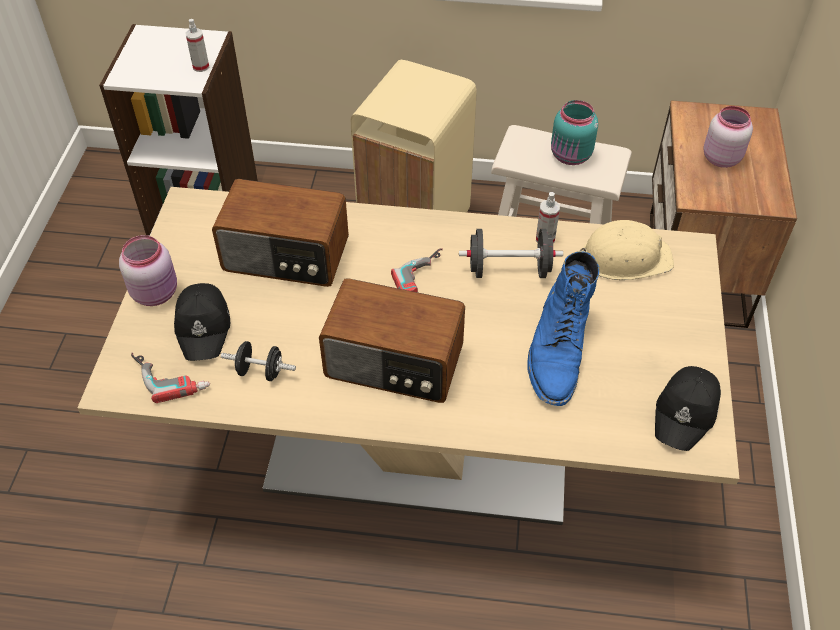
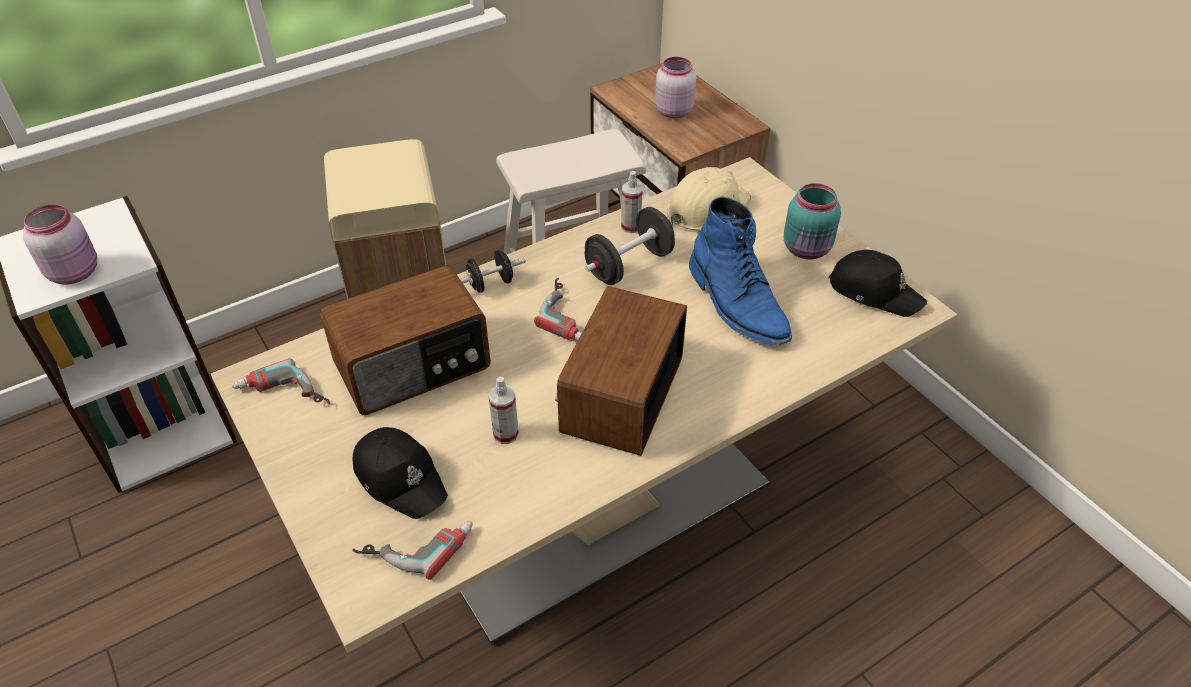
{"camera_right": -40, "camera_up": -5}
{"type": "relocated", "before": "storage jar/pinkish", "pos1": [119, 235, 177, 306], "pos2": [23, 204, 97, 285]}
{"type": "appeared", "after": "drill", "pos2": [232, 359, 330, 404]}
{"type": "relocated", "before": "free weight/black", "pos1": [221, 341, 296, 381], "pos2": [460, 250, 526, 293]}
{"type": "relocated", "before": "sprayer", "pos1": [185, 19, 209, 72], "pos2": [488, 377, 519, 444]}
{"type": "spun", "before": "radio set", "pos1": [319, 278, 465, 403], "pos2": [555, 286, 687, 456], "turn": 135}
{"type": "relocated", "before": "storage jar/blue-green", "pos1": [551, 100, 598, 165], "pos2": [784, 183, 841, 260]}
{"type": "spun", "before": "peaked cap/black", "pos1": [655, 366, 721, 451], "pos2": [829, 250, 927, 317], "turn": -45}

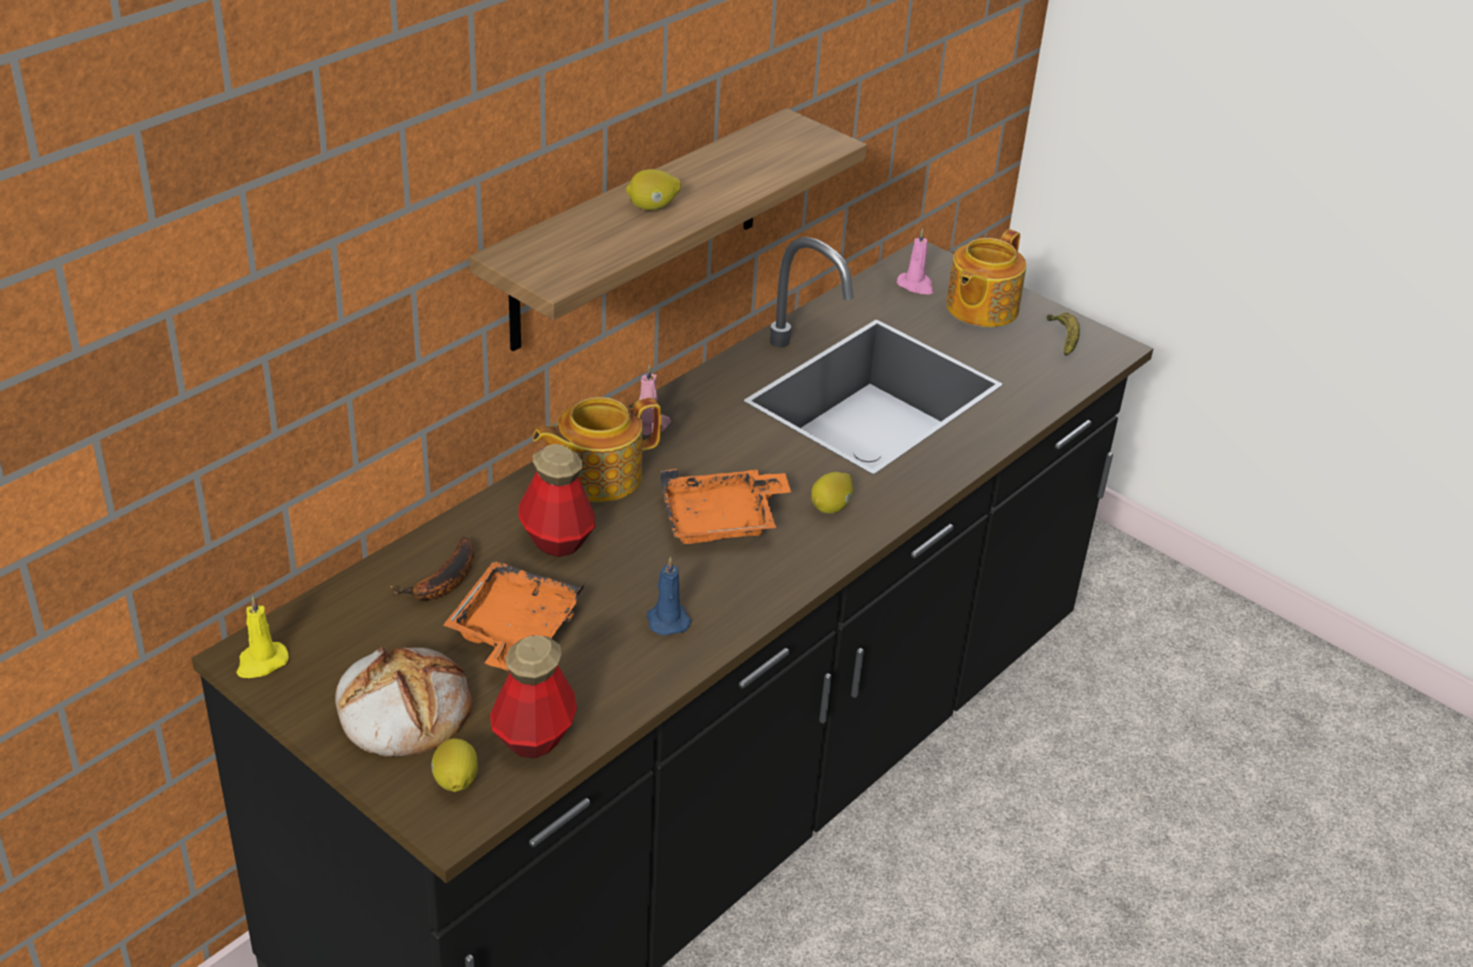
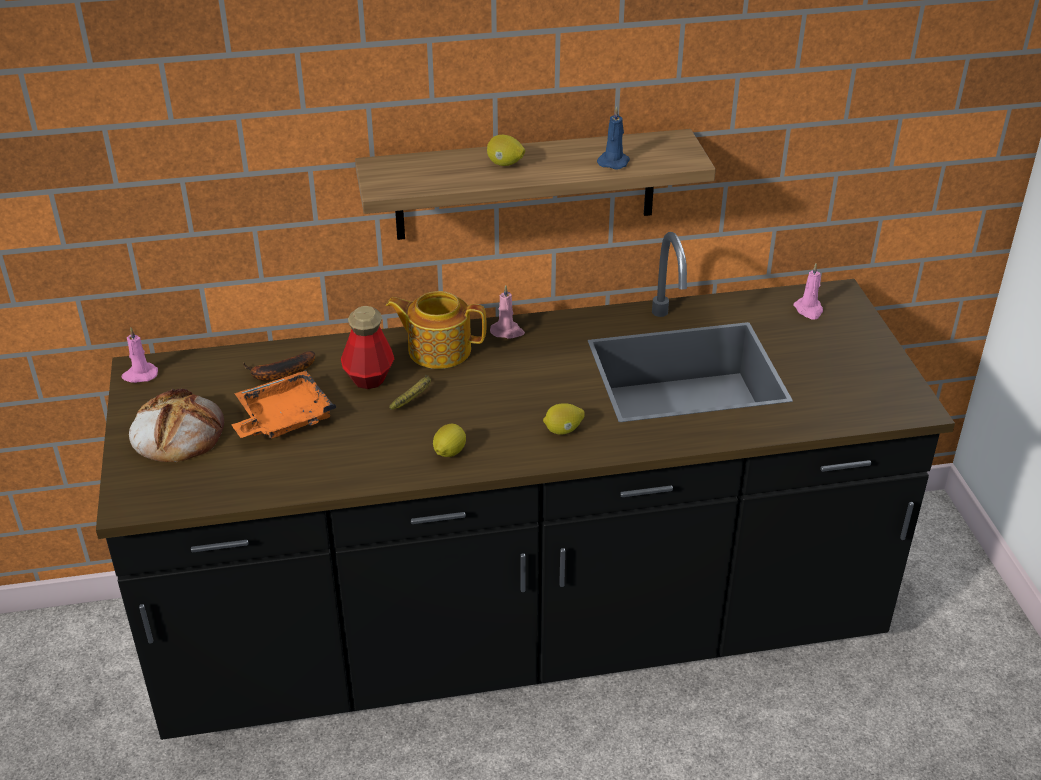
{"camera_right": 40, "camera_up": 0}
{"type": "colour", "before": "wax light/yellow-coloured", "after": "wax light/pinkish", "pos1": [236, 596, 289, 678], "pos2": [121, 328, 158, 383]}
{"type": "relocated", "before": "banana", "pos1": [1047, 313, 1080, 356], "pos2": [389, 375, 431, 410]}
{"type": "relocated", "before": "lemon", "pos1": [431, 738, 478, 792], "pos2": [433, 424, 466, 457]}
{"type": "relocated", "before": "wax light/bluish", "pos1": [647, 556, 691, 636], "pos2": [597, 106, 630, 169]}
{"type": "missing", "before": "beverage bottle", "pos1": [490, 635, 577, 758]}
{"type": "missing", "before": "carrying tray/orange-coloured", "pos1": [660, 469, 791, 544]}
{"type": "missing", "before": "teapot", "pos1": [946, 229, 1026, 327]}

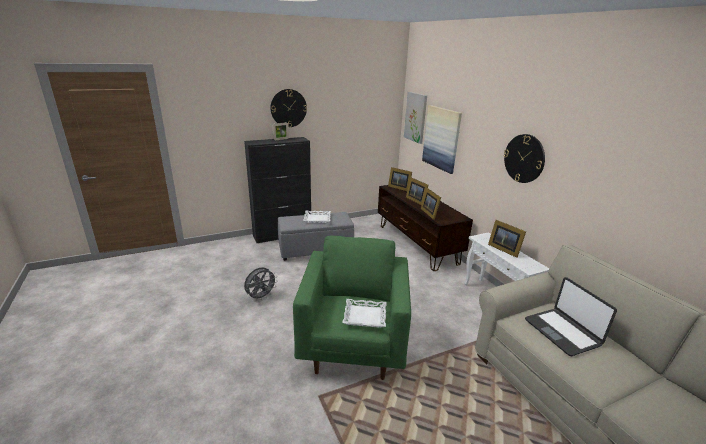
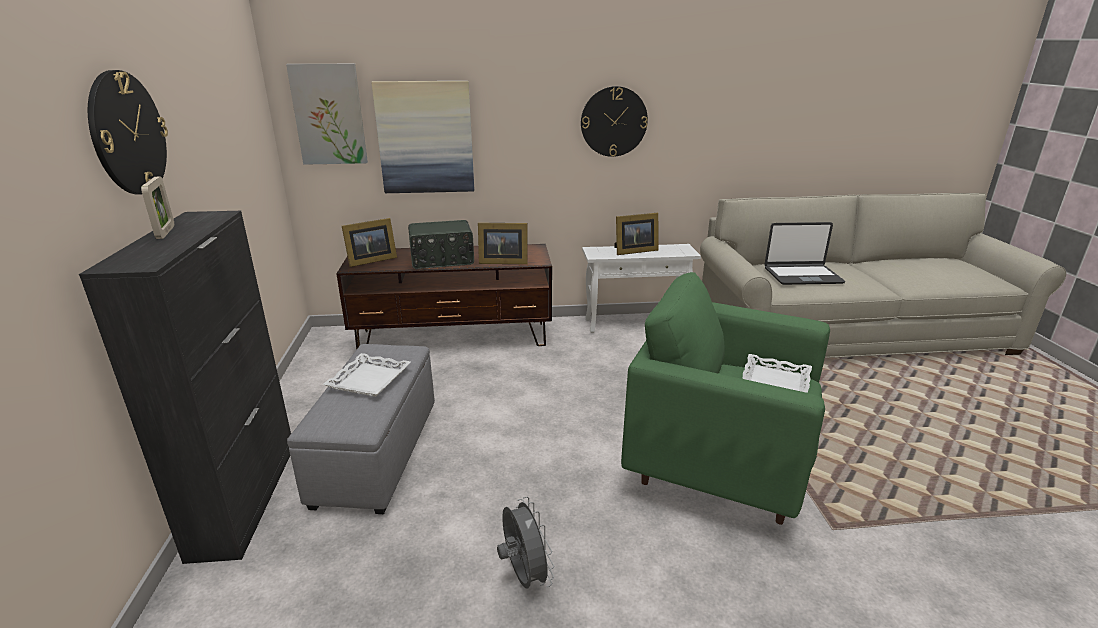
{"camera_right": -70, "camera_up": 0}
{"type": "exchanged", "before": "picture frame", "after": "radio set", "pos1": [406, 177, 429, 205], "pos2": [408, 220, 474, 269]}

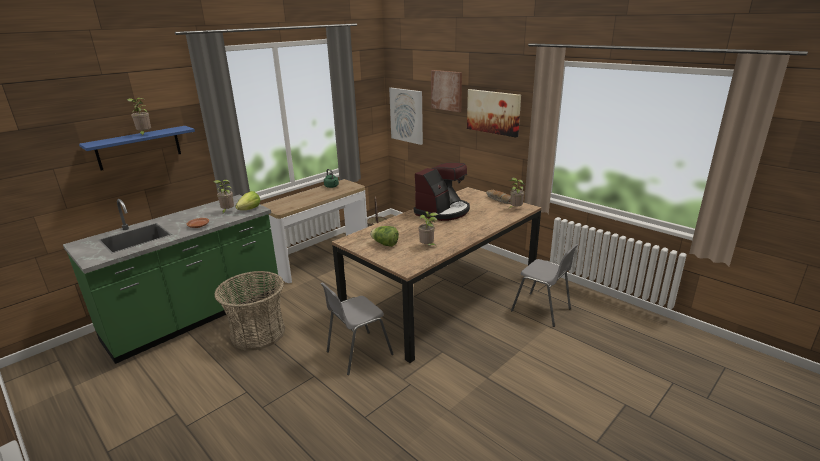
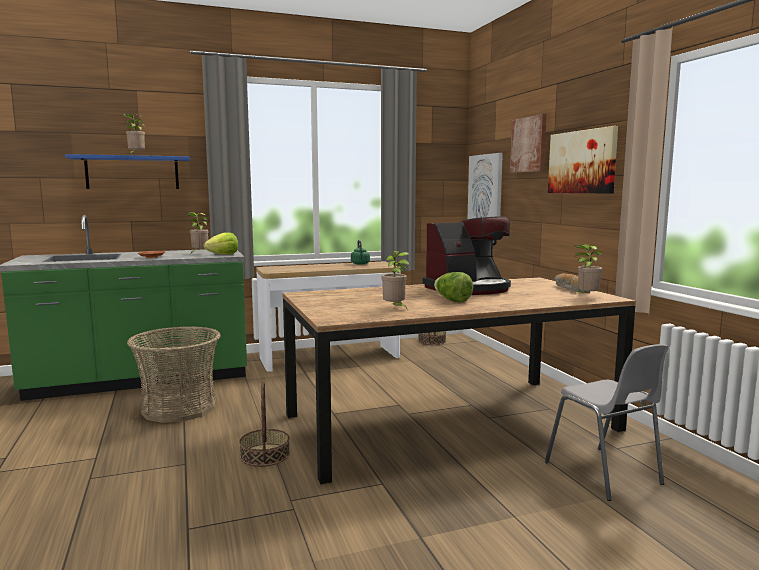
{"camera_right": 25, "camera_up": -15}
{"type": "exchanged", "before": "upright chair/grey", "after": "basket", "pos1": [320, 282, 394, 375], "pos2": [239, 381, 290, 467]}
{"type": "relocated", "before": "lettuce head", "pos1": [370, 226, 399, 247], "pos2": [434, 272, 473, 302]}

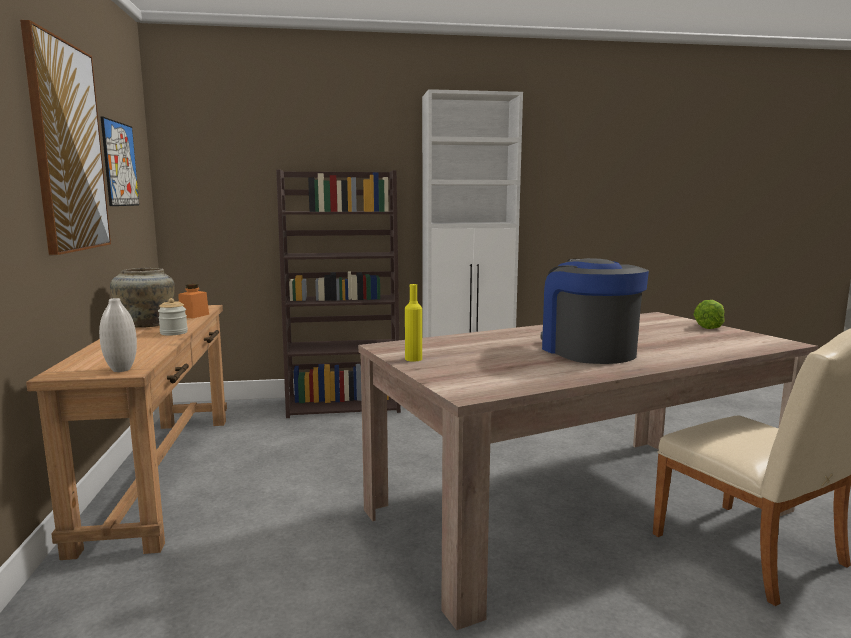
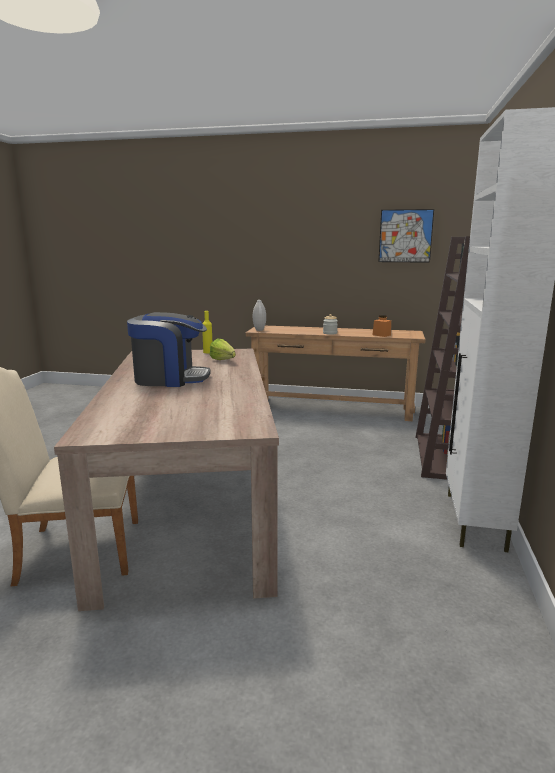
{"camera_right": 110, "camera_up": 5}
{"type": "relocated", "before": "lettuce head", "pos1": [694, 300, 725, 329], "pos2": [210, 339, 236, 360]}
{"type": "missing", "before": "wall picture", "pos1": [20, 20, 111, 255]}
{"type": "missing", "before": "decorative vase/beige-coloured", "pos1": [110, 268, 175, 328]}

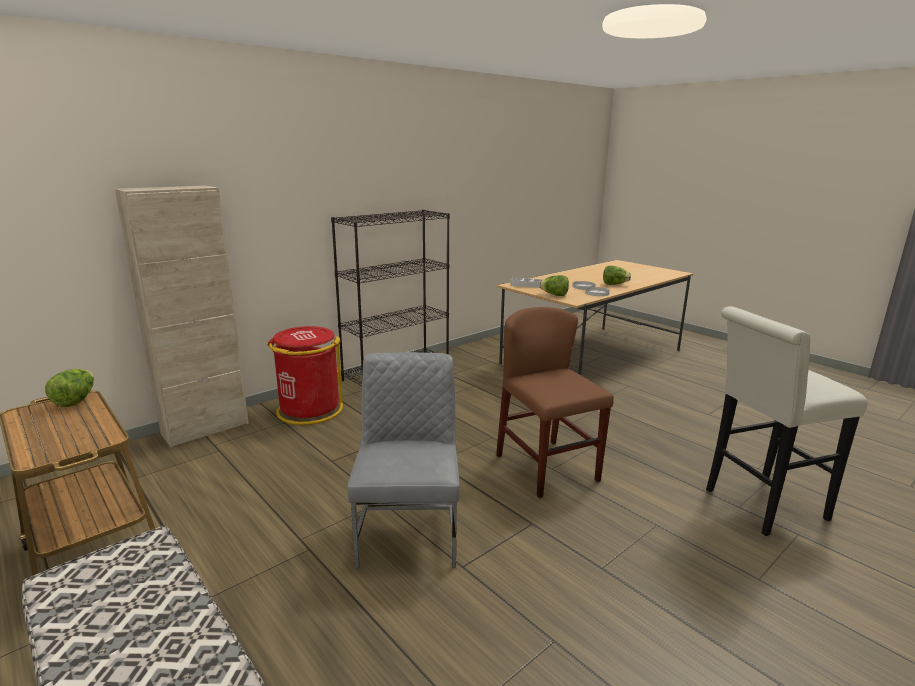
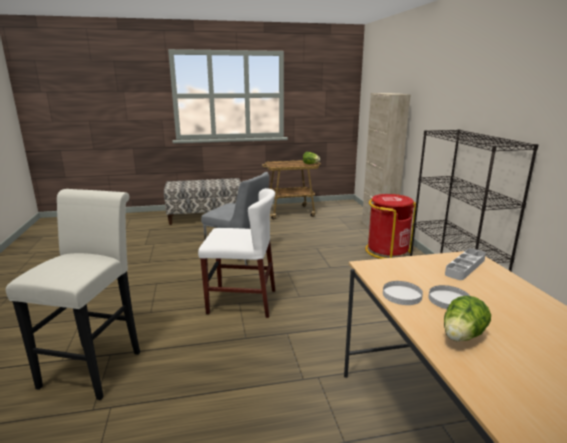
{"camera_right": 120, "camera_up": 0}
{"type": "colour", "before": "upright chair/brownish", "after": "upright chair/white", "pos1": [496, 307, 614, 498], "pos2": [198, 188, 275, 318]}
{"type": "missing", "before": "lettuce head", "pos1": [539, 275, 569, 296]}

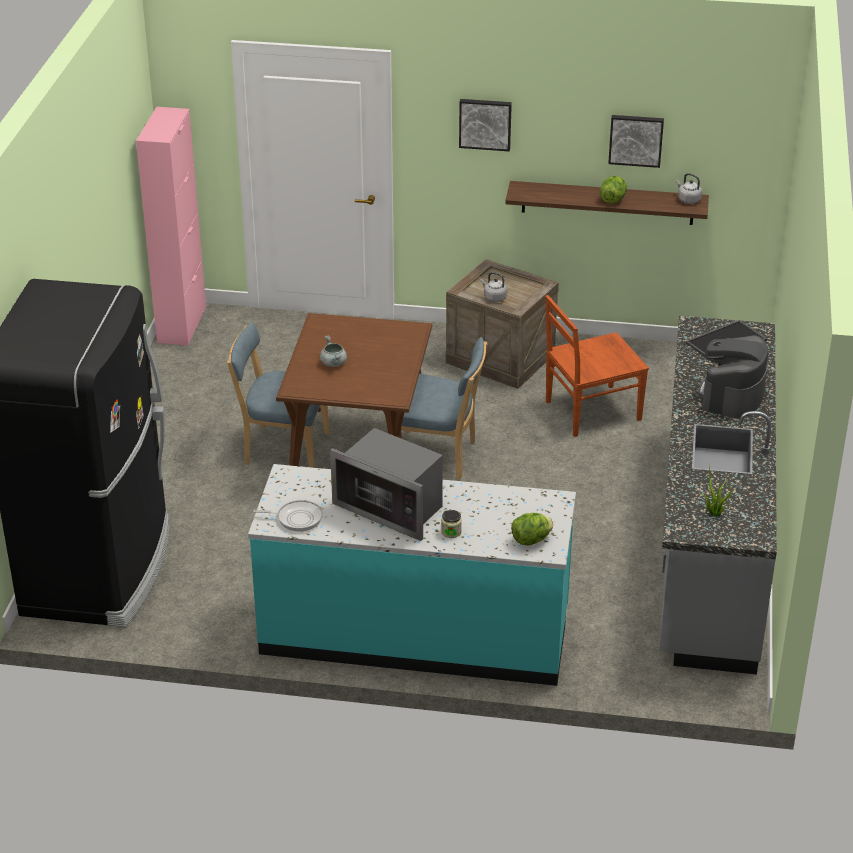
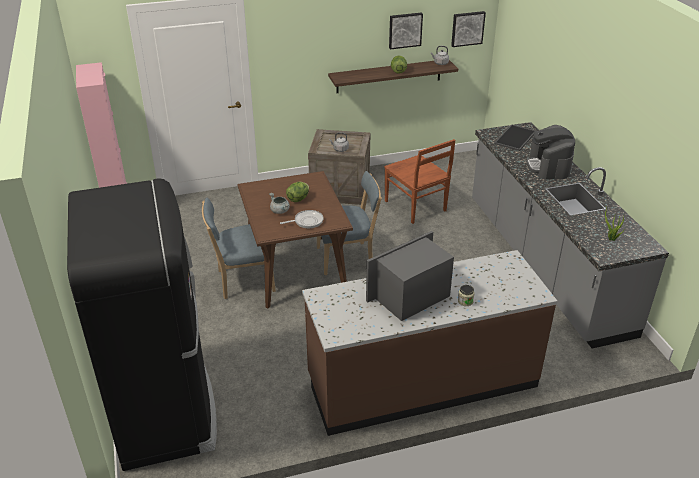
{"camera_right": -25, "camera_up": 0}
{"type": "relocated", "before": "frying pan", "pos1": [253, 500, 323, 531], "pos2": [280, 210, 324, 229]}
{"type": "relocated", "before": "lettuce head", "pos1": [511, 513, 554, 545], "pos2": [286, 182, 309, 202]}
{"type": "colour", "before": "kitchen counter/blue-green", "after": "kitchen counter/brownish", "pos1": [248, 464, 576, 686], "pos2": [302, 250, 558, 436]}
{"type": "spun", "before": "microwave", "pos1": [330, 428, 443, 541], "pos2": [366, 231, 454, 321], "turn": 135}
{"type": "spun", "before": "upright chair/brownish", "pos1": [545, 295, 649, 437], "pos2": [384, 139, 455, 224], "turn": -75}
{"type": "relocated", "before": "wall picture", "pos1": [459, 99, 512, 151], "pos2": [451, 11, 486, 47]}

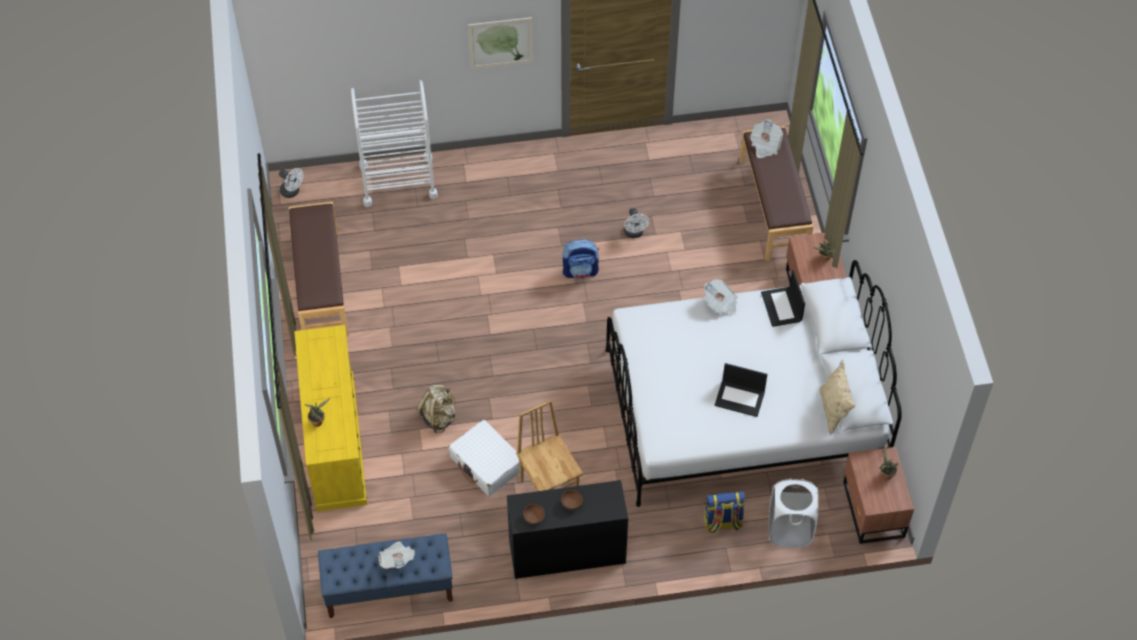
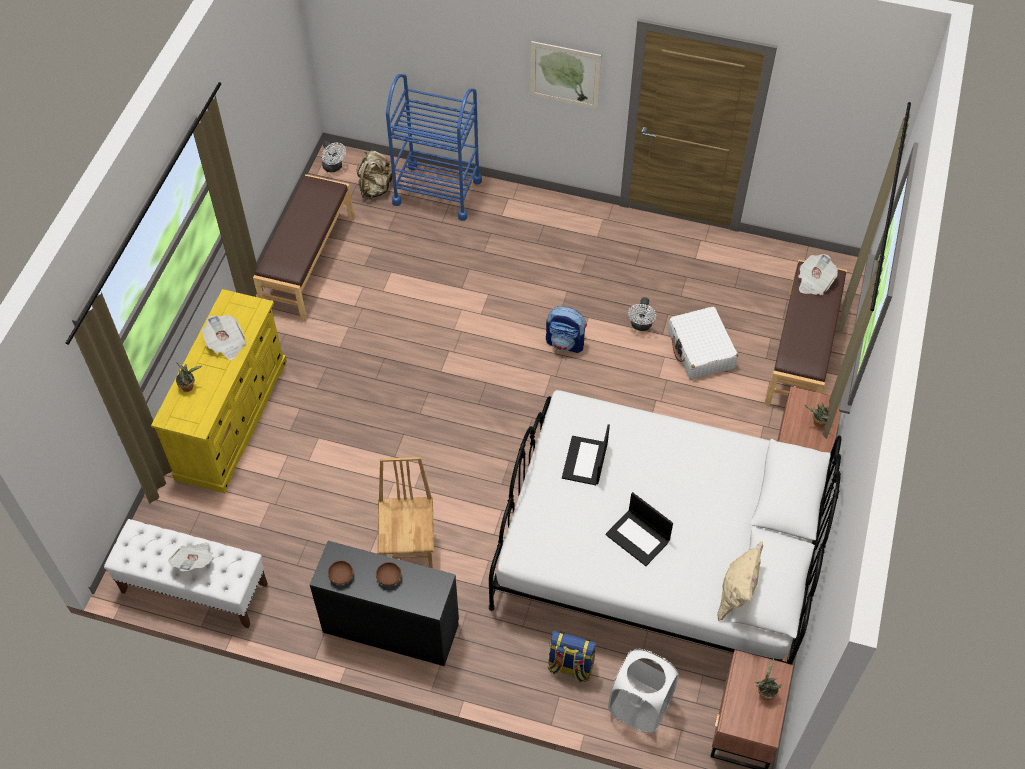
{"camera_right": 25, "camera_up": 0}
{"type": "colour", "before": "bench/bluish", "after": "bench/white", "pos1": [318, 533, 453, 618], "pos2": [104, 519, 268, 628]}
{"type": "relocated", "before": "newspaper", "pos1": [704, 279, 737, 315], "pos2": [202, 315, 247, 360]}
{"type": "relocated", "before": "backpack/beige-coloured", "pos1": [417, 385, 455, 433], "pos2": [357, 151, 392, 199]}
{"type": "colour", "before": "trolley/white", "after": "trolley/bluish", "pos1": [351, 80, 438, 207], "pos2": [386, 74, 482, 221]}
{"type": "relocated", "before": "laptop", "pos1": [761, 270, 805, 327], "pos2": [562, 424, 610, 485]}
{"type": "relocated", "before": "piece of luggage/white", "pos1": [448, 420, 520, 496], "pos2": [668, 306, 738, 380]}

